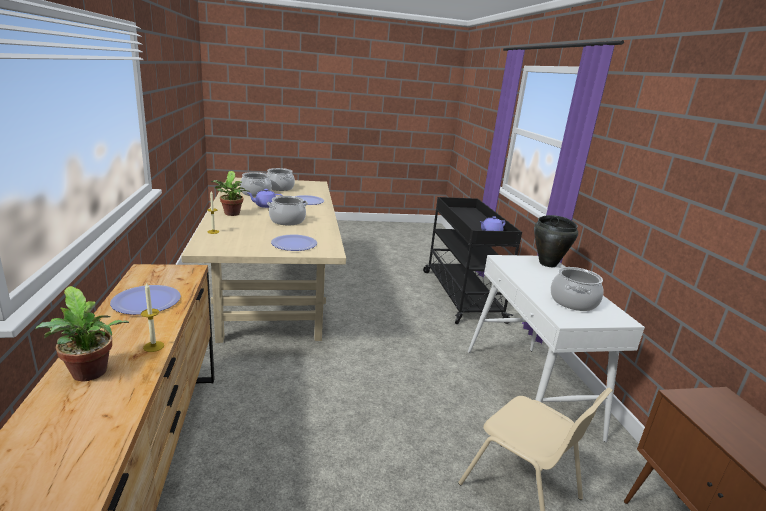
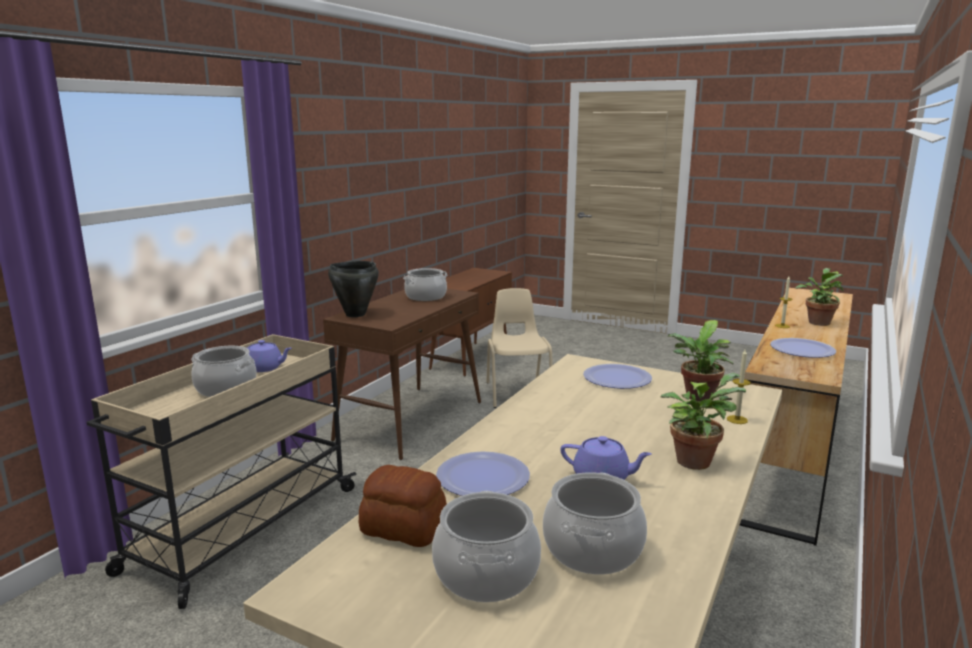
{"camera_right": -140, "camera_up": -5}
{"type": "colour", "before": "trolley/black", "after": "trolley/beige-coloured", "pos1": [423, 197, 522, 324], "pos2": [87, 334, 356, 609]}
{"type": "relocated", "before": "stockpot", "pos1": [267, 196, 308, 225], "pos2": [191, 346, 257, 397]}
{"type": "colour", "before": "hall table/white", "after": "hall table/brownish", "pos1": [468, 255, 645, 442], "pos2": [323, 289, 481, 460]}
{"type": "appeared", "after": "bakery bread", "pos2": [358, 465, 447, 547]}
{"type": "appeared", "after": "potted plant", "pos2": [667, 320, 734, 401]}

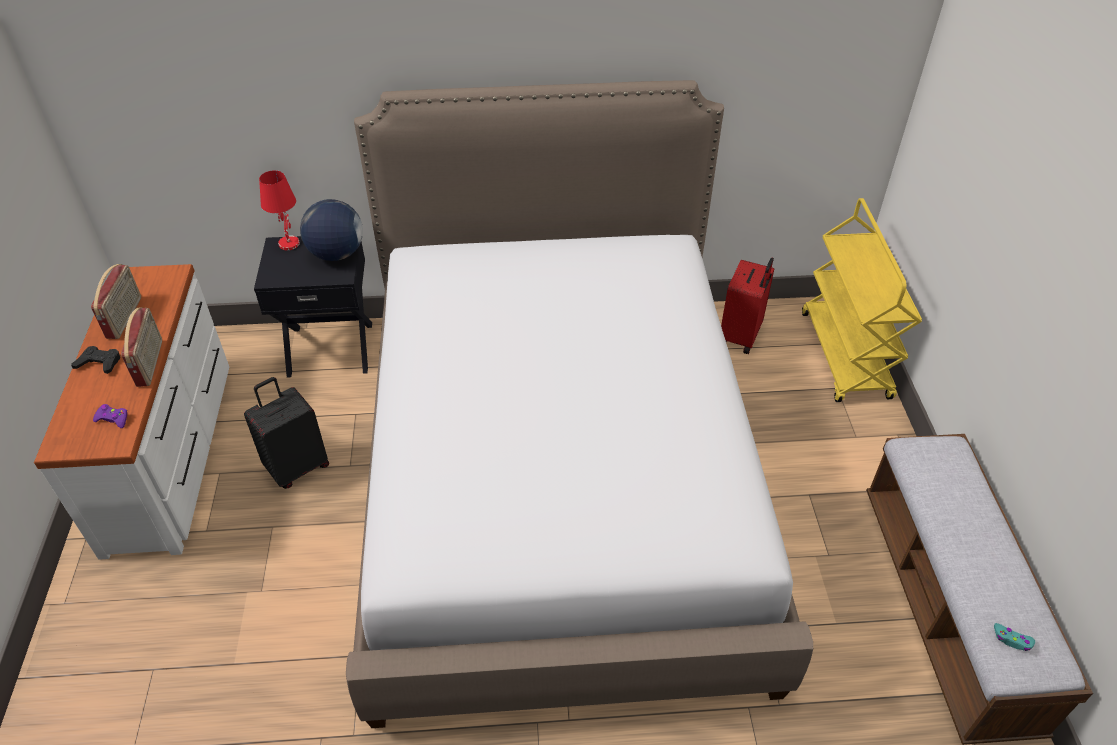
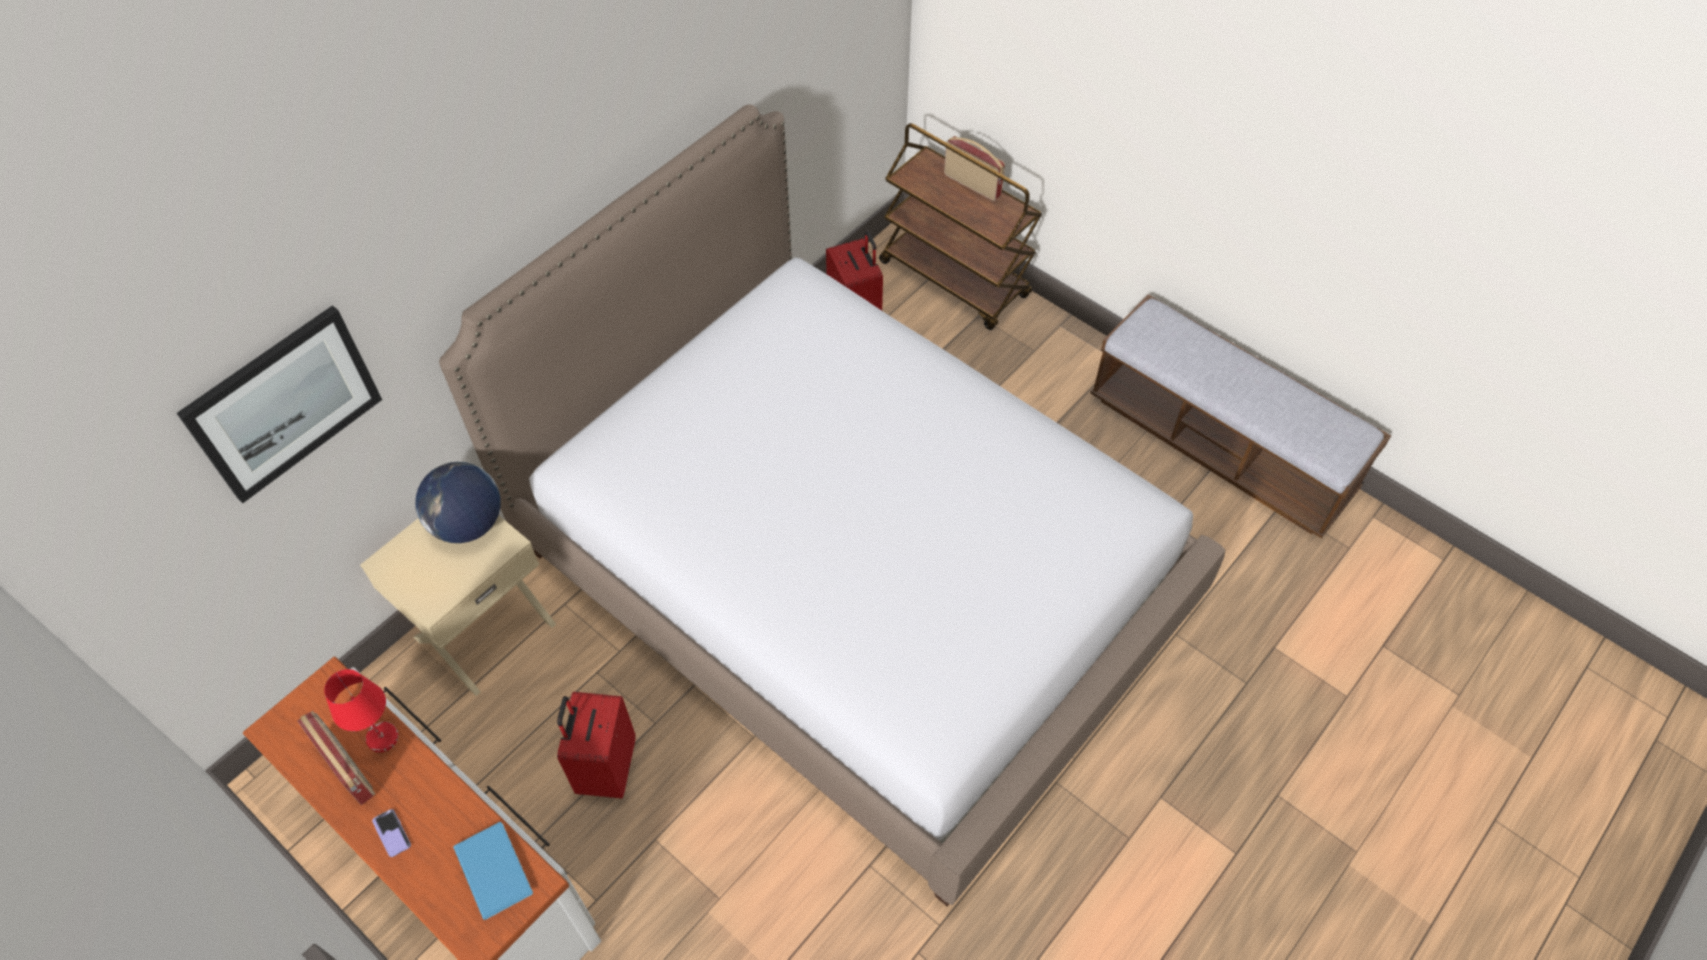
{"camera_right": -45, "camera_up": 10}
{"type": "appeared", "after": "wall picture", "pos2": [177, 305, 382, 503]}
{"type": "relocated", "before": "tabletop lamp/reddish", "pos1": [259, 170, 300, 250], "pos2": [324, 669, 398, 752]}
{"type": "colour", "before": "nightstand/black", "after": "nightstand/beige-coloured", "pos1": [254, 236, 372, 378], "pos2": [360, 515, 556, 696]}
{"type": "exchanged", "before": "game controller/black", "after": "phone", "pos1": [71, 346, 120, 374], "pos2": [372, 809, 411, 857]}
{"type": "exchanged", "before": "game controller/purple-coloured", "after": "volume/bluish", "pos1": [93, 404, 127, 428], "pos2": [453, 822, 533, 920]}
{"type": "colour", "before": "piece of luggage/black", "after": "piece of luggage/reddish", "pos1": [244, 377, 329, 489], "pos2": [557, 692, 636, 798]}
{"type": "colour", "before": "trolley/yellow-coloured", "after": "trolley/brownish", "pos1": [802, 198, 922, 402], "pos2": [879, 123, 1042, 330]}
{"type": "relocated", "before": "radio set", "pos1": [121, 307, 162, 387], "pos2": [944, 136, 1005, 201]}
{"type": "missing", "before": "game controller/blue-green", "pos1": [994, 623, 1035, 651]}

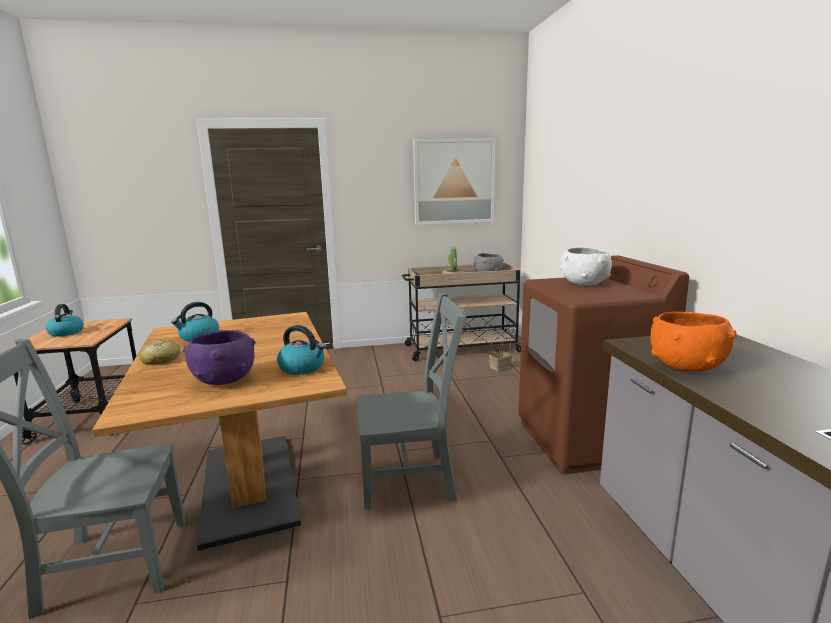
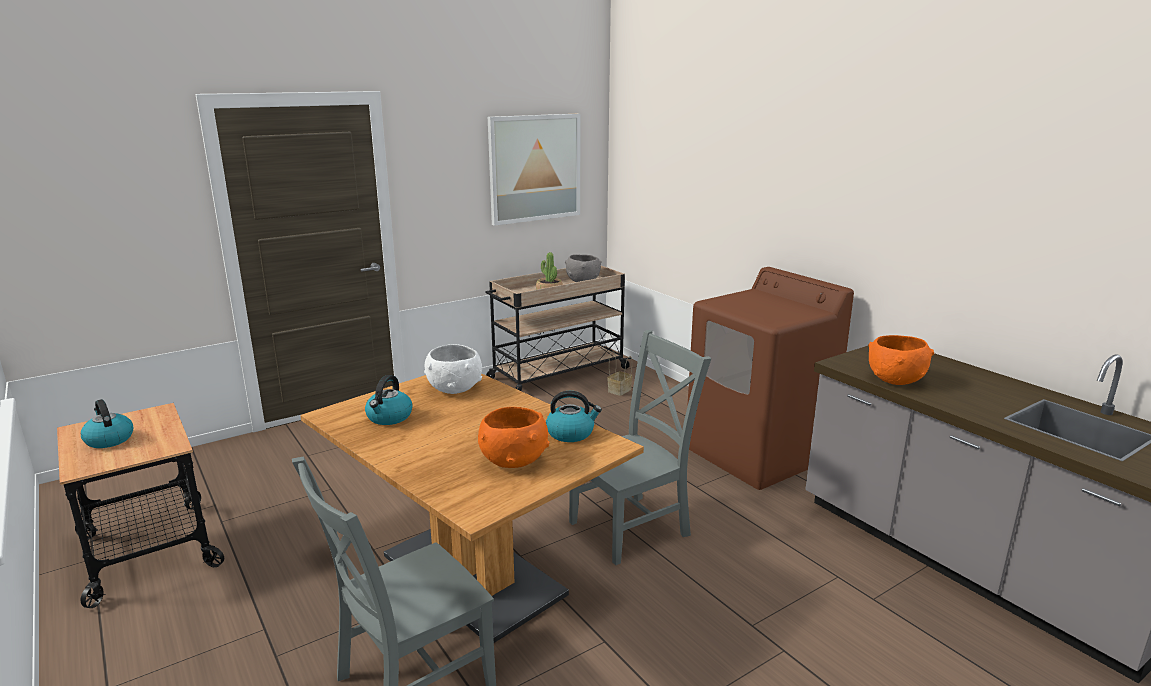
{"camera_right": -25, "camera_up": 5}
{"type": "relocated", "before": "bowl/white", "pos1": [560, 247, 612, 286], "pos2": [424, 344, 482, 394]}
{"type": "colour", "before": "bowl/purple-coloured", "after": "bowl/orange-coloured", "pos1": [183, 330, 256, 385], "pos2": [478, 407, 550, 468]}
{"type": "missing", "before": "bakery bread", "pos1": [139, 339, 181, 365]}

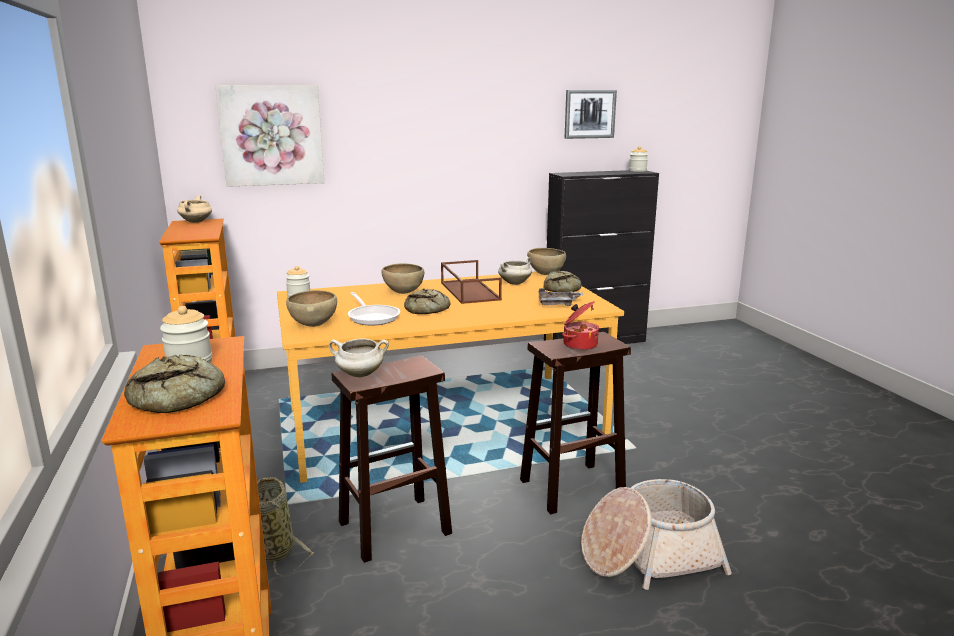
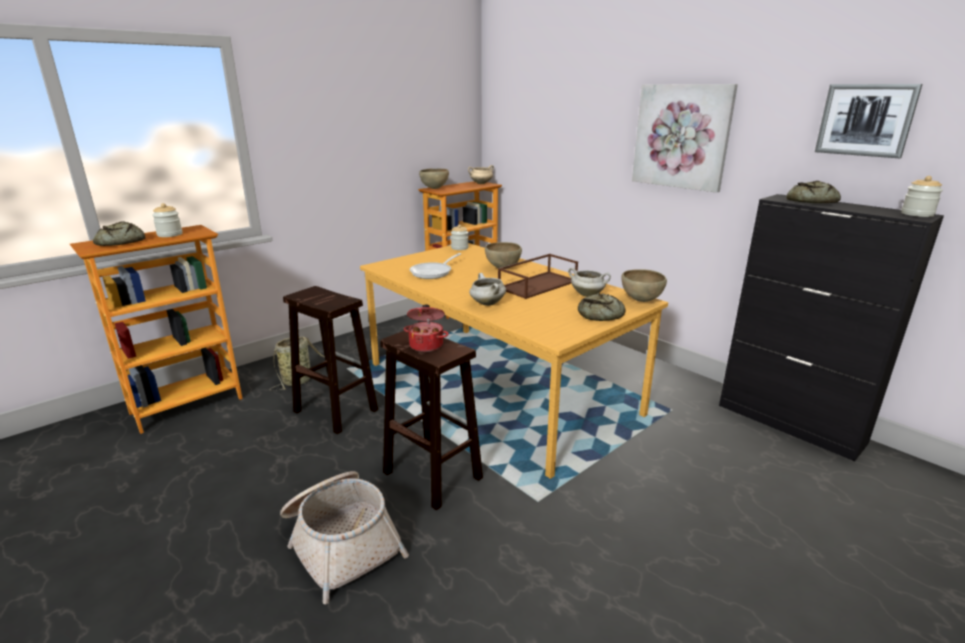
{"camera_right": 65, "camera_up": 5}
{"type": "relocated", "before": "bowl/brownish", "pos1": [286, 290, 337, 327], "pos2": [419, 168, 449, 189]}
{"type": "relocated", "before": "stockpot/white", "pos1": [329, 338, 389, 377], "pos2": [469, 273, 506, 306]}
{"type": "relocated", "before": "wall picture", "pos1": [215, 85, 324, 187], "pos2": [632, 84, 738, 193]}
{"type": "relocated", "before": "bakery bread", "pos1": [404, 288, 450, 314], "pos2": [786, 181, 841, 203]}
{"type": "missing", "before": "carrying tray/grey", "pos1": [539, 288, 584, 306]}

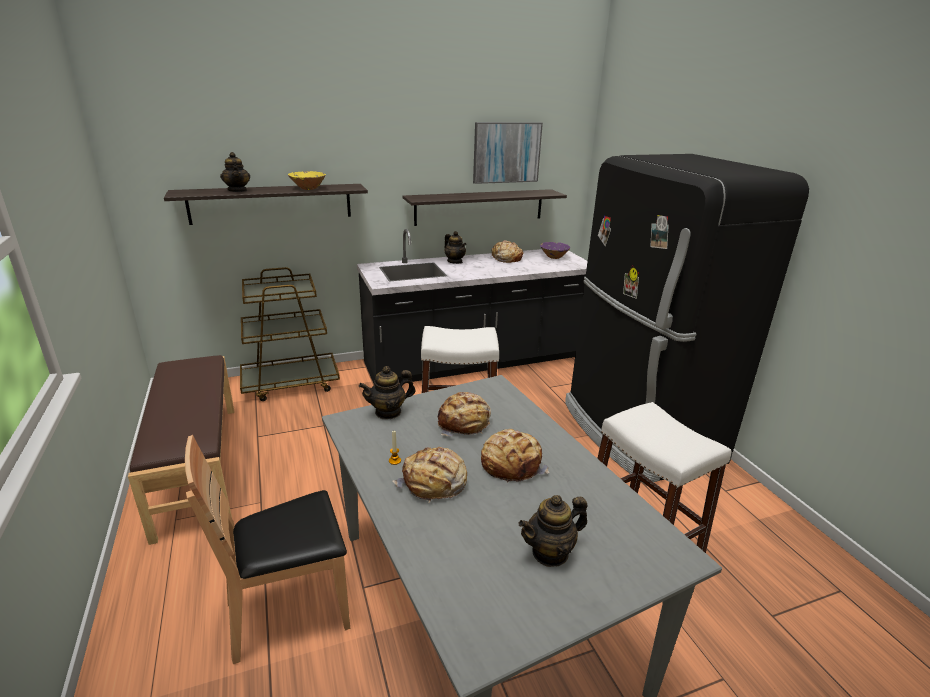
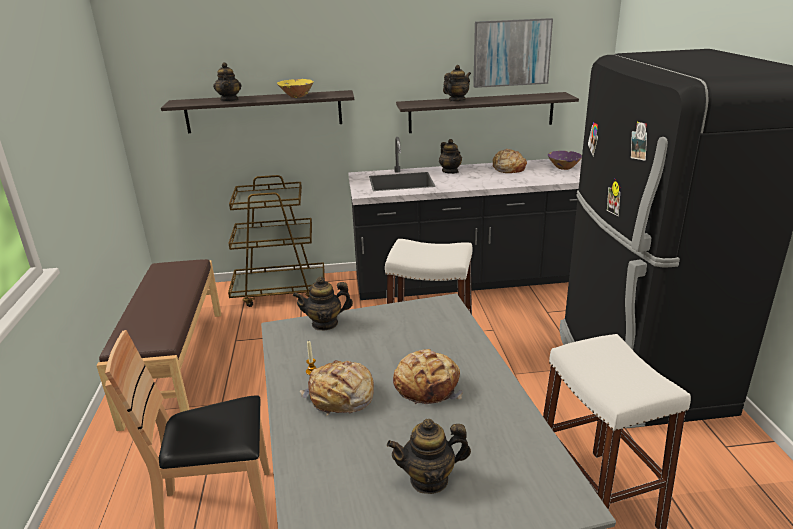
{"camera_right": 15, "camera_up": 0}
{"type": "appeared", "after": "teapot", "pos2": [443, 65, 471, 101]}
{"type": "missing", "before": "bakery bread", "pos1": [437, 392, 491, 436]}

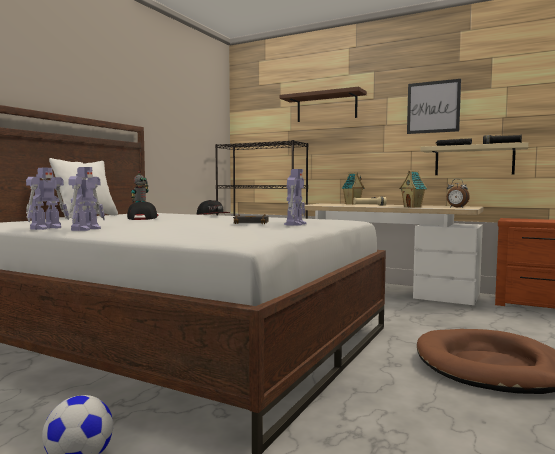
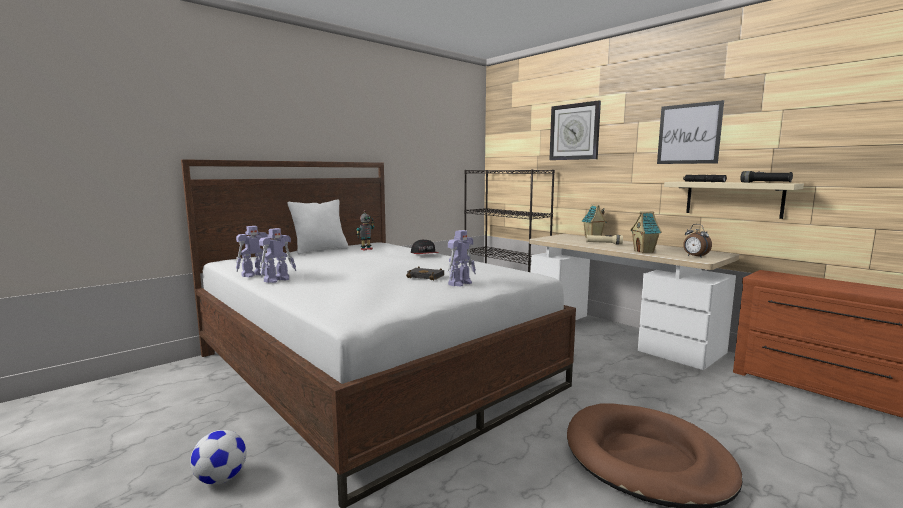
{"camera_right": 20, "camera_up": 5}
{"type": "exchanged", "before": "wall shelf/brownish", "after": "hanging clock", "pos1": [279, 87, 367, 122], "pos2": [549, 100, 601, 160]}
{"type": "missing", "before": "peaked cap", "pos1": [127, 201, 158, 220]}

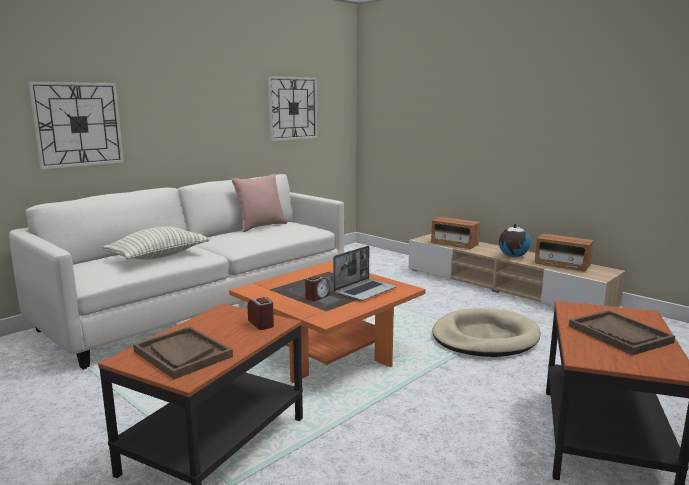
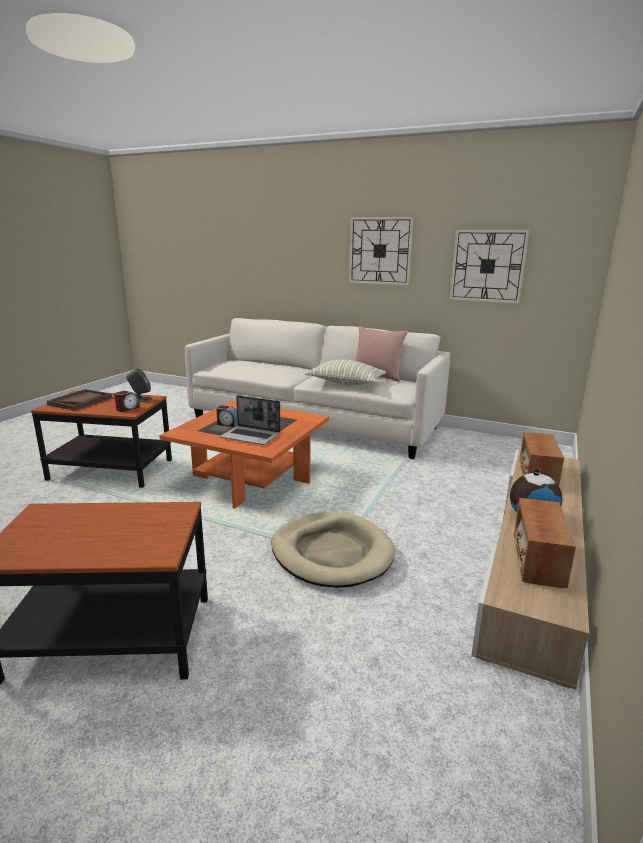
{"camera_right": 70, "camera_up": 5}
{"type": "appeared", "after": "audio speaker/grey", "pos2": [126, 368, 152, 402]}
{"type": "relocated", "before": "throw pillow", "pos1": [103, 226, 210, 260], "pos2": [305, 359, 386, 385]}
{"type": "relocated", "before": "hanging clock", "pos1": [28, 81, 124, 169], "pos2": [349, 217, 413, 285]}
{"type": "missing", "before": "carrying tray/brownish", "pos1": [569, 310, 675, 355]}

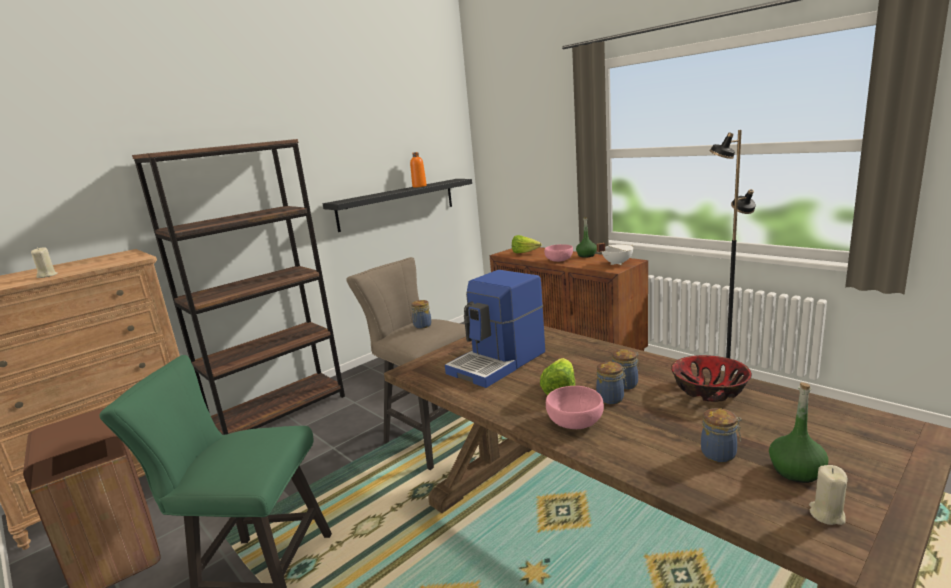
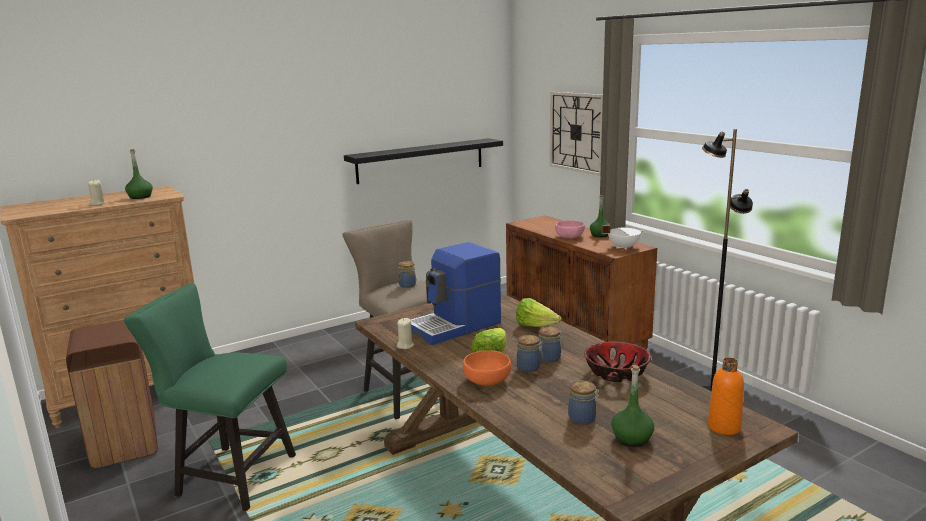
{"camera_right": 10, "camera_up": 0}
{"type": "appeared", "after": "beverage bottle/greenish", "pos2": [125, 149, 153, 199]}
{"type": "relocated", "before": "wax light/beige-coloured", "pos1": [809, 465, 848, 525], "pos2": [396, 318, 414, 349]}
{"type": "colour", "before": "bowl/pinkish", "after": "bowl/orange-coloured", "pos1": [546, 386, 604, 429], "pos2": [463, 350, 511, 386]}
{"type": "relocated", "before": "lettuce head", "pos1": [512, 235, 542, 253], "pos2": [516, 298, 561, 327]}
{"type": "appeared", "after": "hanging clock", "pos2": [550, 92, 603, 176]}
{"type": "relocated", "before": "beverage bottle/orange-coloured", "pos1": [410, 152, 427, 188], "pos2": [708, 358, 744, 435]}
{"type": "missing", "before": "shelving unit/brownish", "pos1": [132, 139, 345, 435]}

